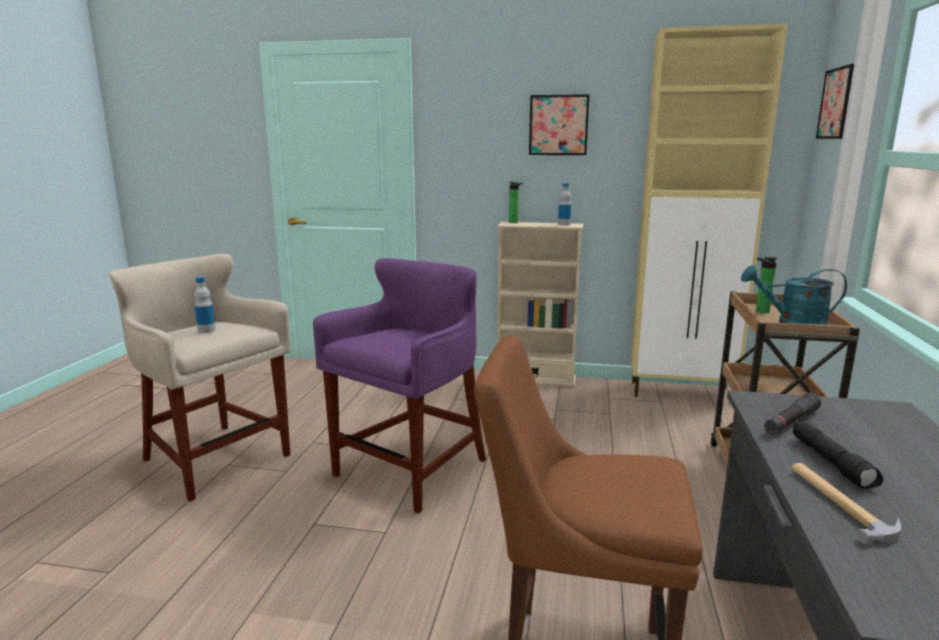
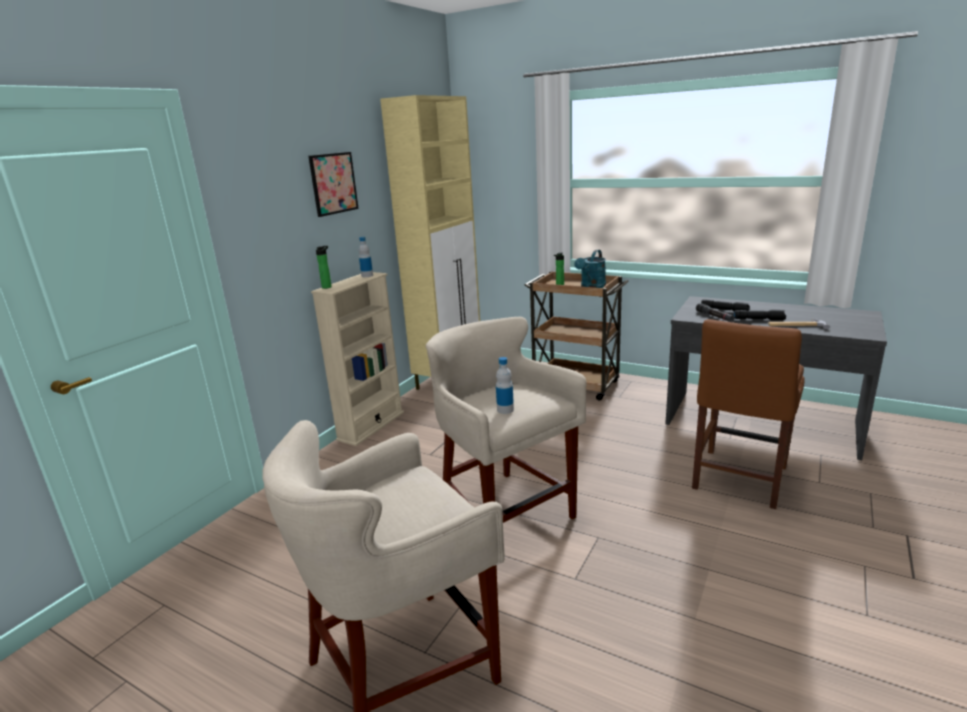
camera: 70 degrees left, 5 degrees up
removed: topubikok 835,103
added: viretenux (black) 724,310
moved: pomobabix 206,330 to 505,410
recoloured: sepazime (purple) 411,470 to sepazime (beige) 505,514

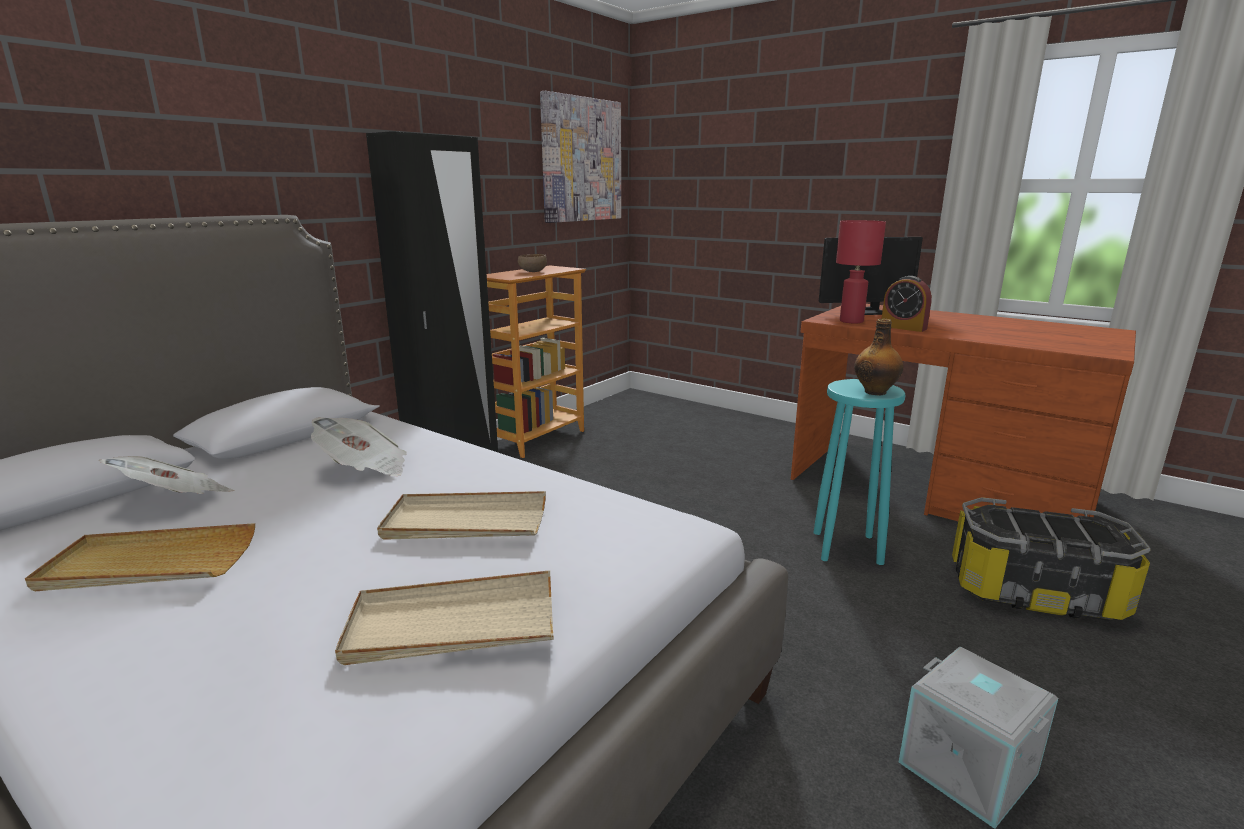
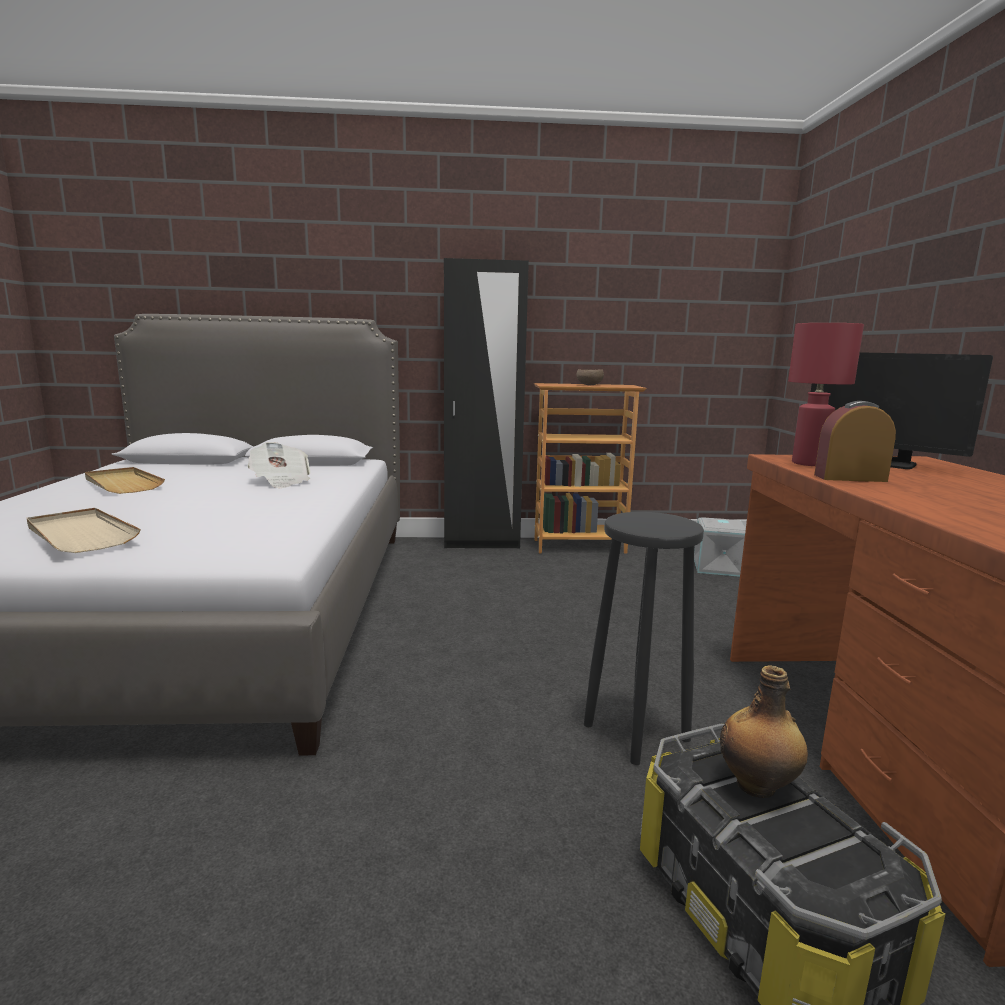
camera: 50 degrees right, 5 degrees down
removed: topubikok 581,160; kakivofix 177,500; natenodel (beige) 465,522
moved: pomobabix 875,392 to 757,786; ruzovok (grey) 969,767 to 719,567
recoloured: sepazime (turquoise) 846,547 to sepazime (black) 635,731
turned: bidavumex 903,327 = 850,478 90 degrees clockwise

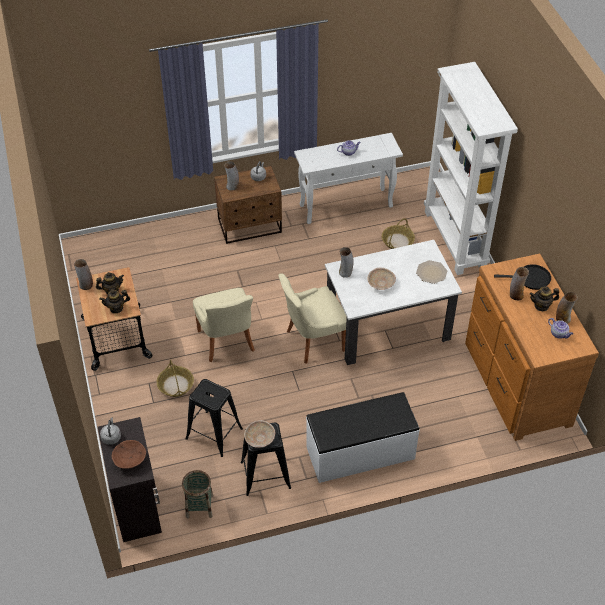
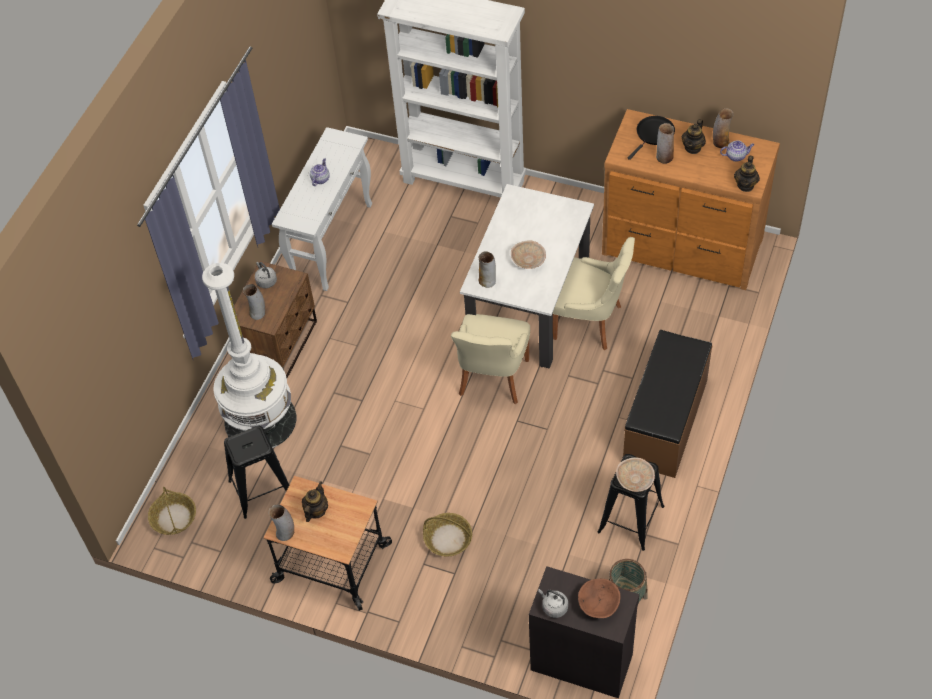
camera: 50 degrees left, 5 degrees up
removed: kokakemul 431,272
added: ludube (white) 260,420
moved: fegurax 397,241 to 173,518; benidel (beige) 227,342 to 590,322; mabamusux 116,308 to 745,185; sepazime (black) 214,434 to 262,489
recoloured: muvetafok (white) 360,453 to muvetafok (brown) 666,421

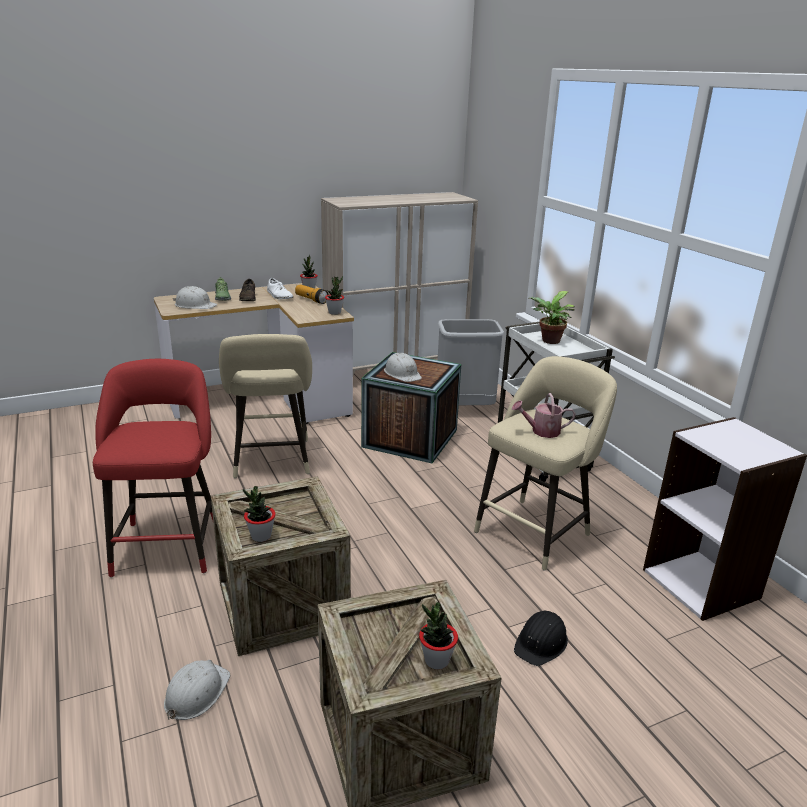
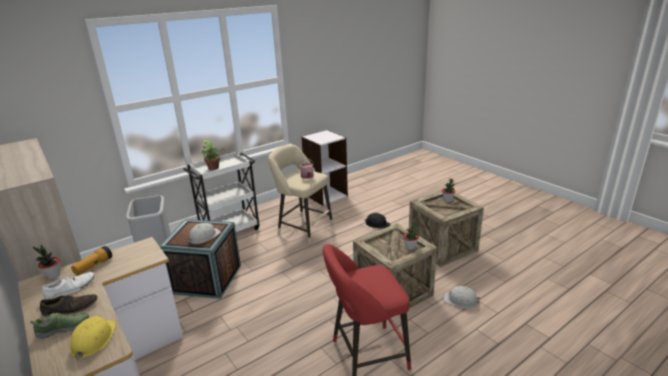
camera: 100 degrees left, 0 degrees up
removed: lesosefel 334,312; sepazime (beige) 272,461
recoloured: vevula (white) 195,305 to vevula (yellow) 93,339

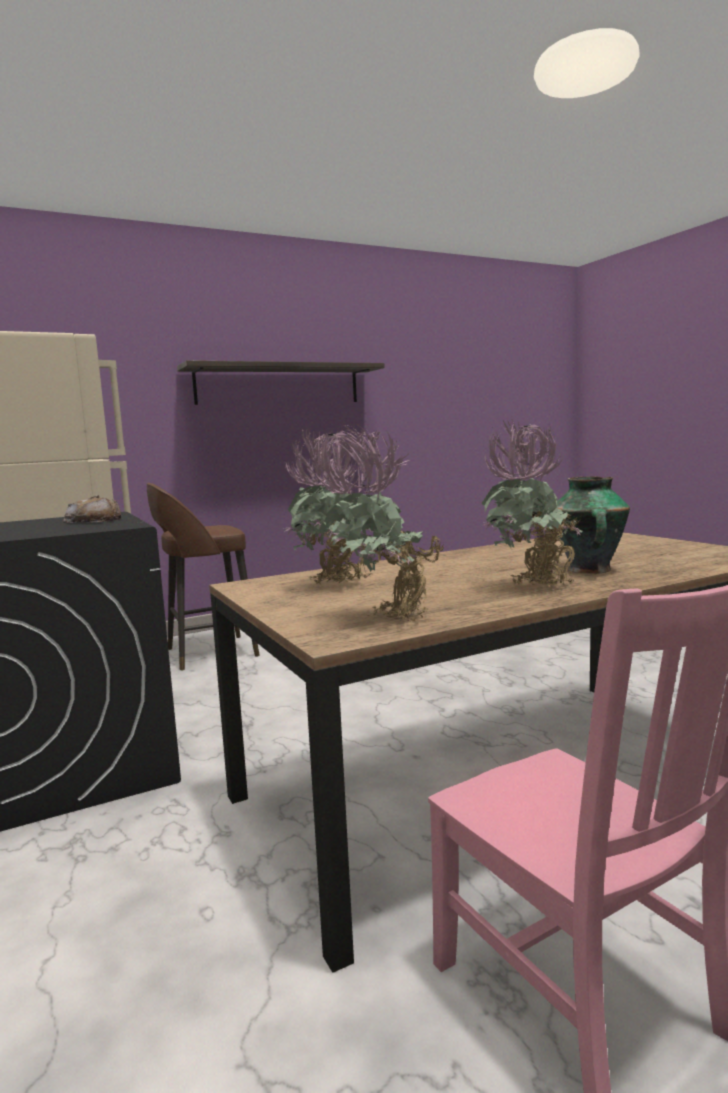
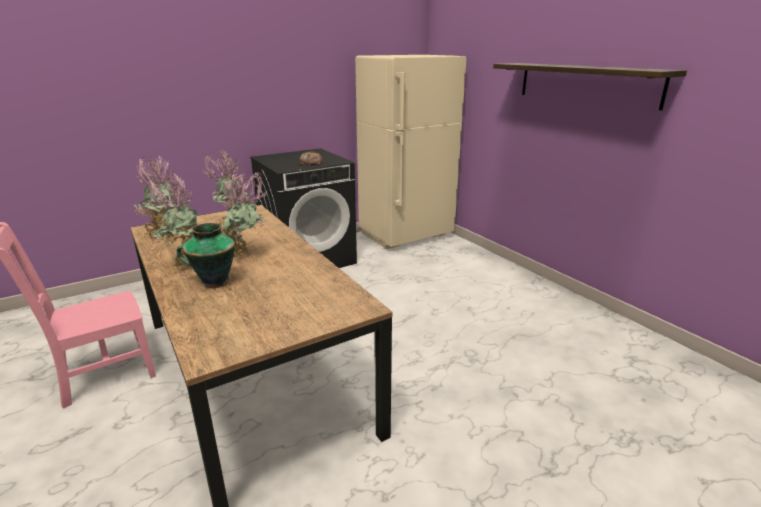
camera: 85 degrees right, 15 degrees up
removed: sepazime (brown) 208,653
added: lesosefel 247,254

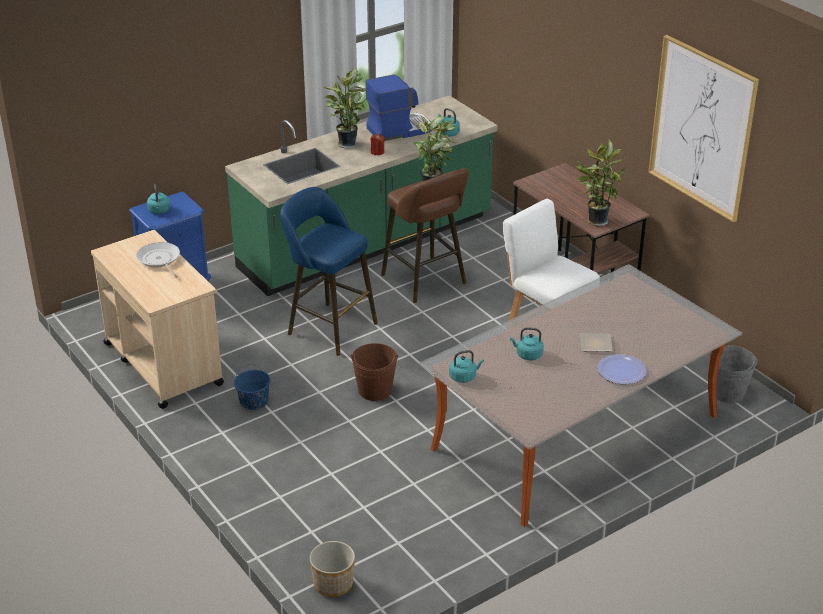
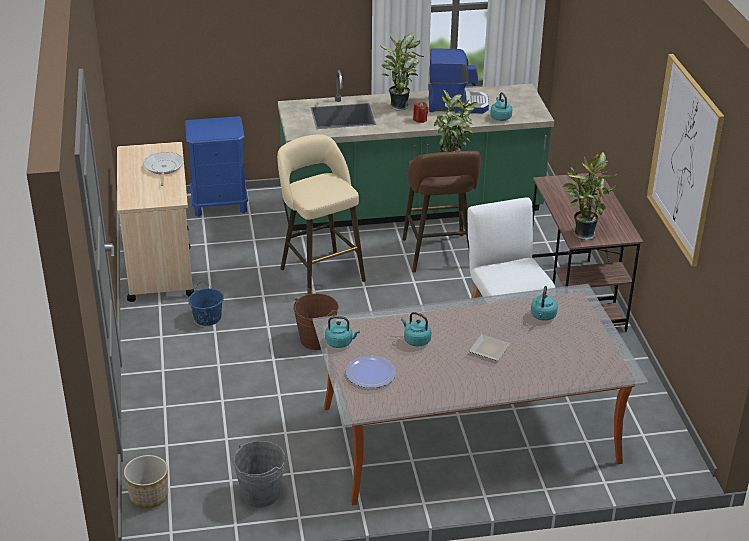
camera: 25 degrees right, 0 degrees up
moved: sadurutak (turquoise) 159,211 to 543,316; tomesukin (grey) 727,392 to 261,493; kokakemul 621,371 to 370,373
recoloured: sepazime (blue) 328,327 to sepazime (beige) 320,272

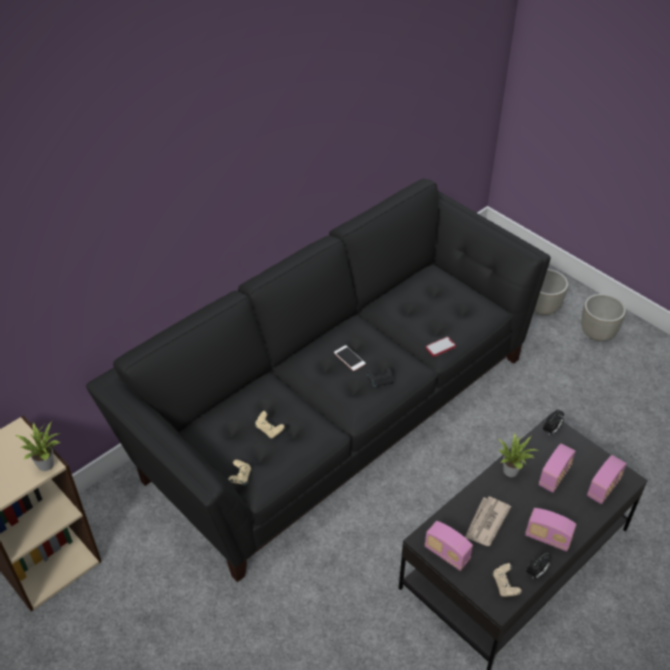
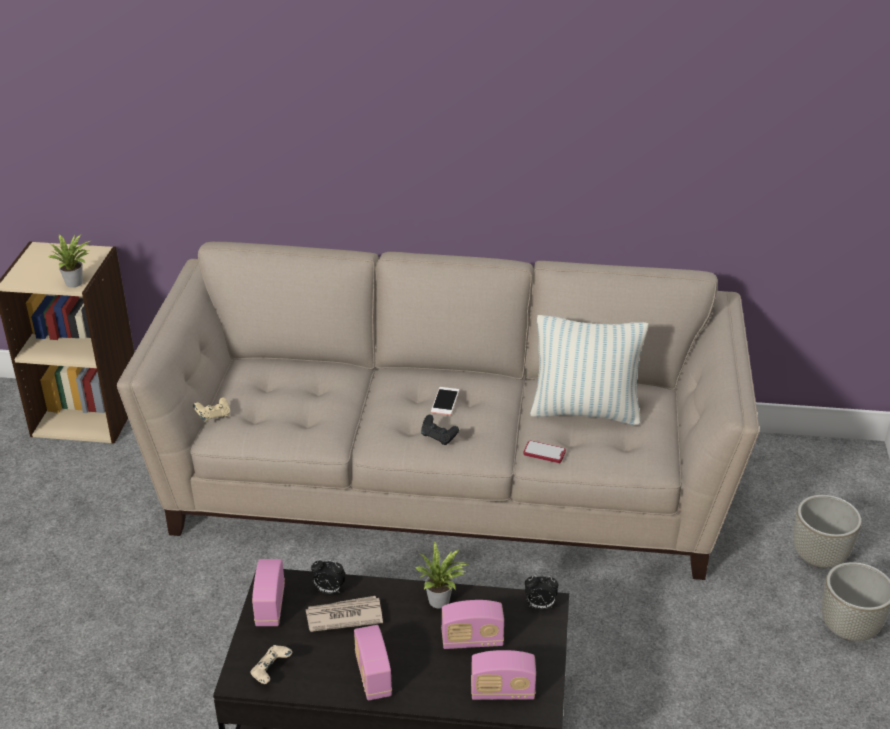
camera: 50 degrees right, 10 degrees down
removed: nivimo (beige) 269,430
added: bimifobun 585,411
moved: bidavumex 536,573 to 329,590
recoloured: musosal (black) 334,410 to musosal (beige) 446,481

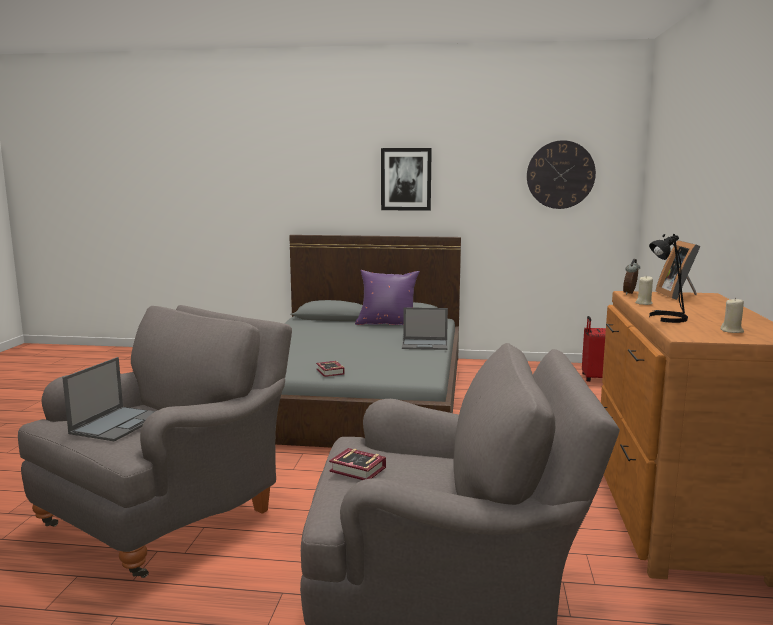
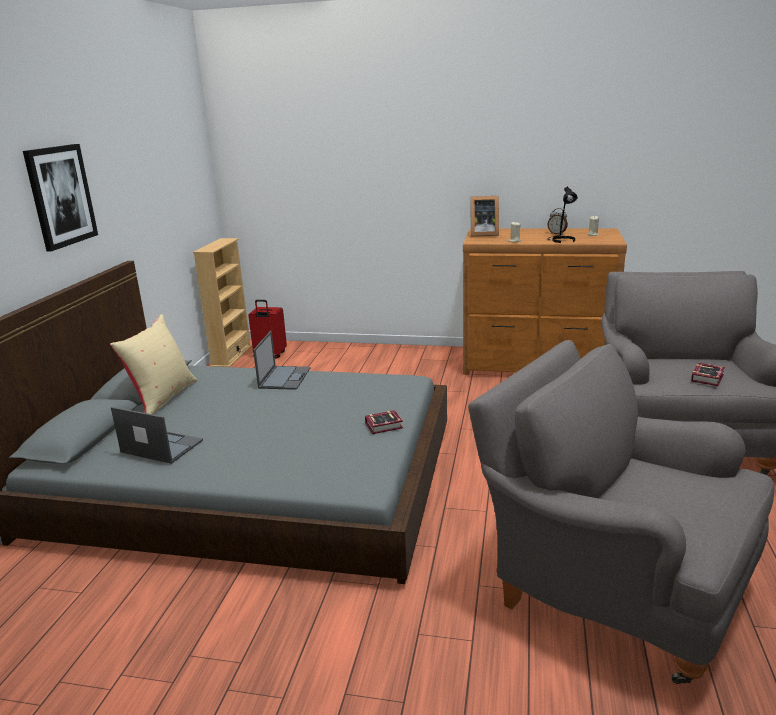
camera: 85 degrees left, 10 degrees up
removed: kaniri 560,174
added: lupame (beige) 231,356
moved: bidavumex 630,293 to 557,233; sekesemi 118,423 to 161,446
recoloured: bimifobun (purple) 387,324 to bimifobun (beige) 163,398

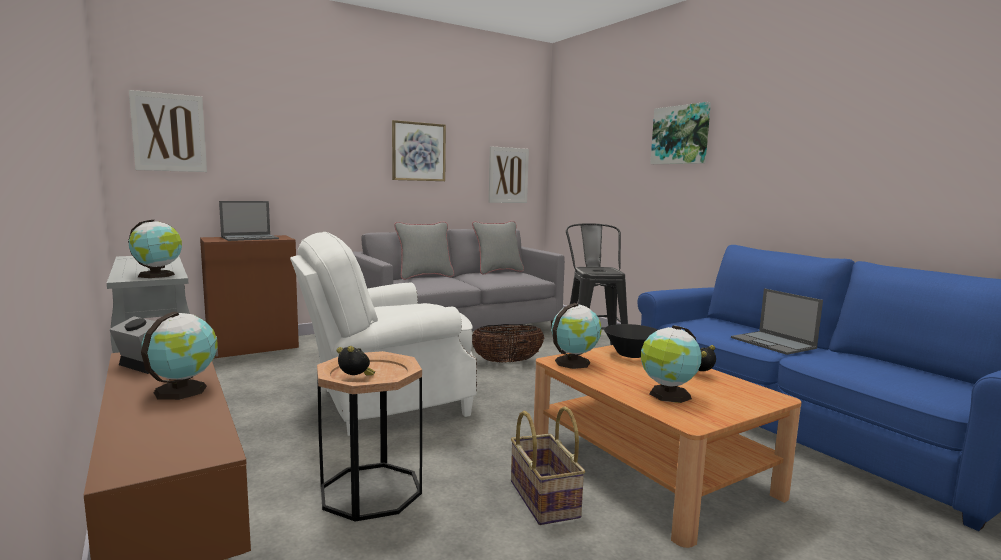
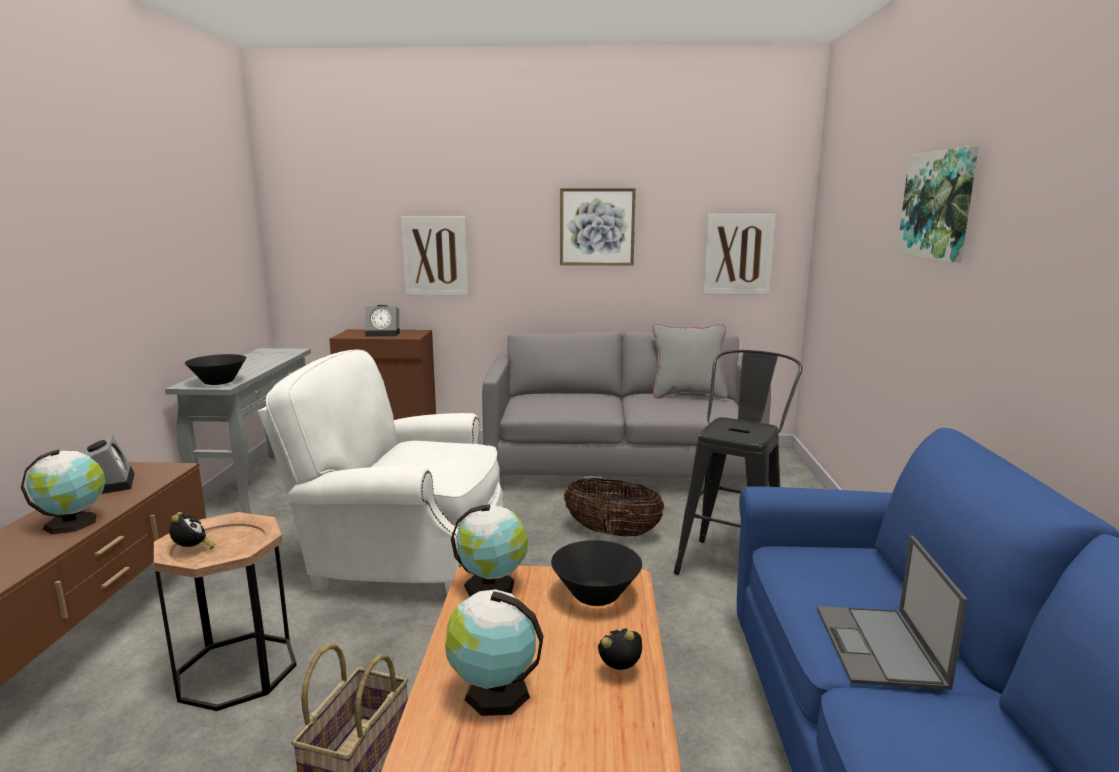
camera: 35 degrees right, 5 degrees up
removed: bimifobun (grey) 424,276
moved: topubikok 169,132 to 435,256
replaced: sekesemi 250,238 to bidavumex 384,334; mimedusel 158,275 to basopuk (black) 219,382

